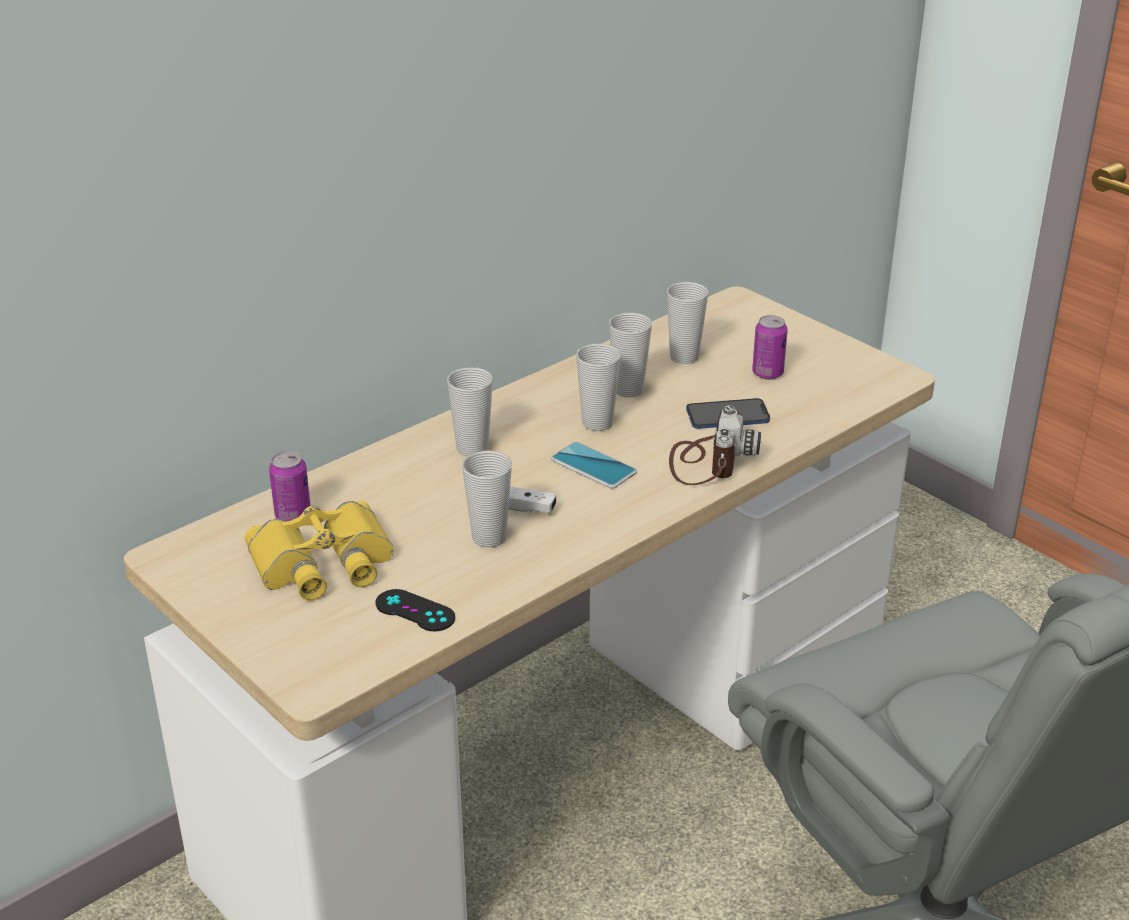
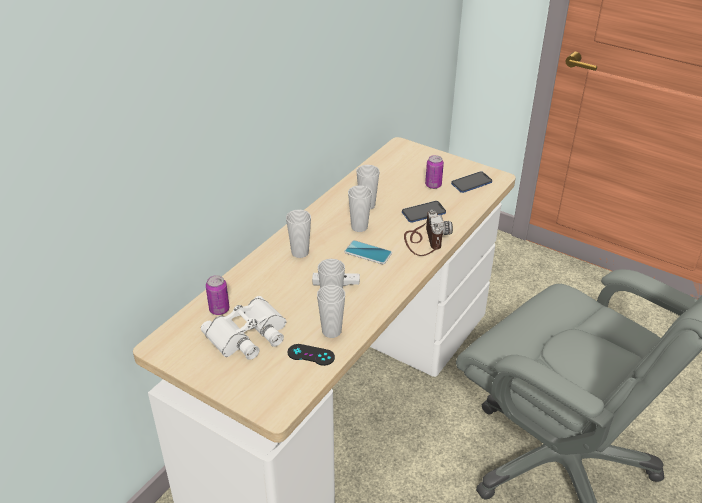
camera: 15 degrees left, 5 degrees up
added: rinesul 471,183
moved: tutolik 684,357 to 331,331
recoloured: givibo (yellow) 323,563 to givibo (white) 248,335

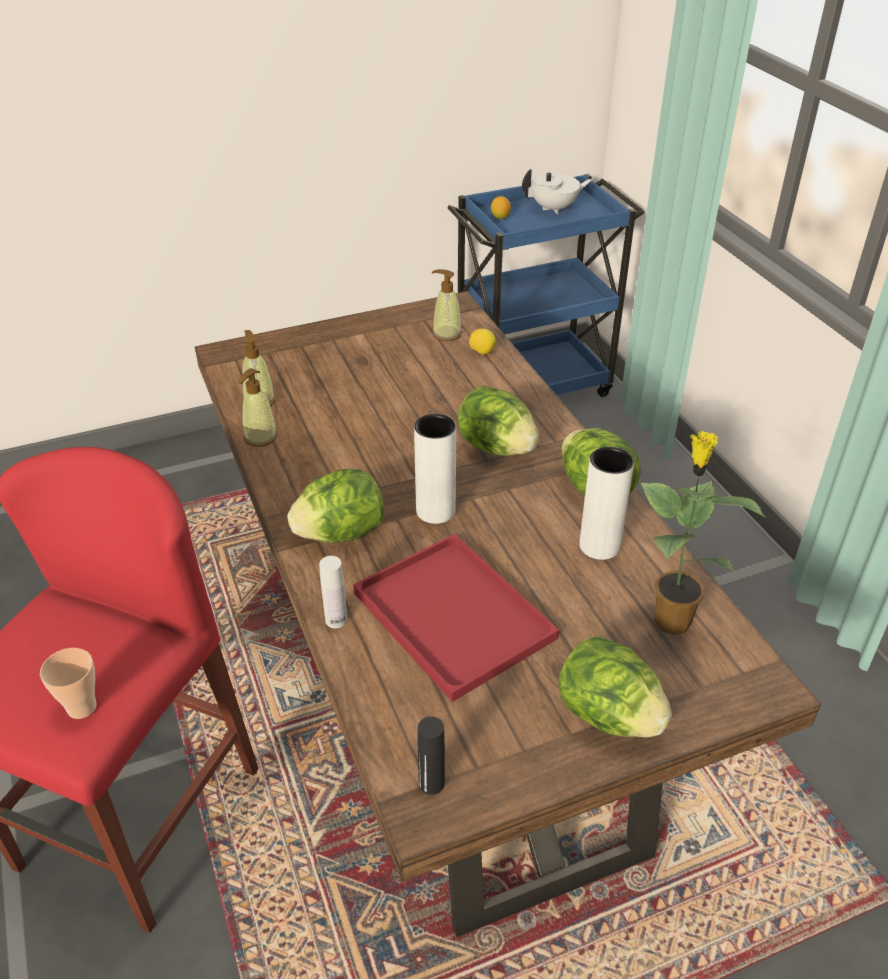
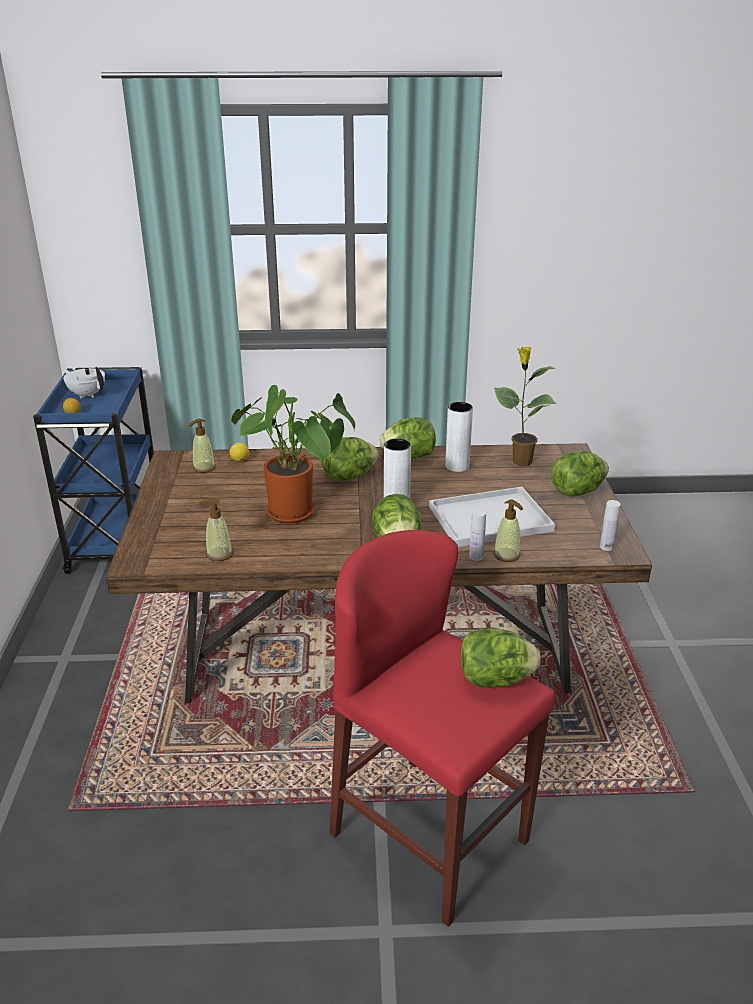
camera: 70 degrees left, 10 degrees down
added: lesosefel 297,513
moved: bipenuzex 260,437 to 507,555
replaced: tutolik 82,707 to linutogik 495,679
recoloured: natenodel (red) 457,617 to natenodel (white) 492,517; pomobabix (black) 431,783 to pomobabix (white) 606,547
turned: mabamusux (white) 554,208 = 87,395 60 degrees counterclockwise

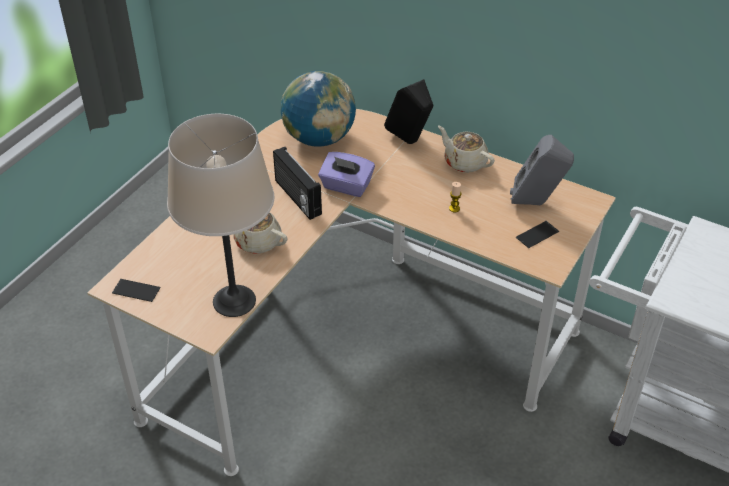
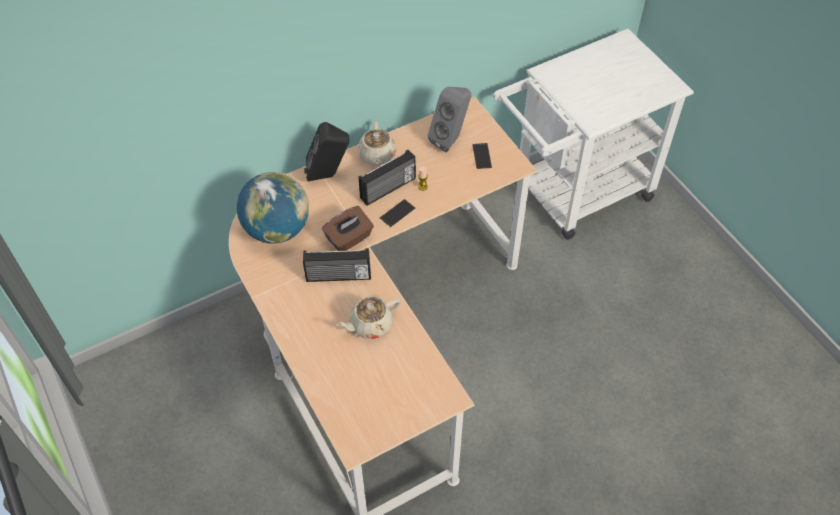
camera: 60 degrees left, 10 degrees up
removed: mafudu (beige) 234,301
added: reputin 388,189
moved: rinesul 136,290 to 397,213
recoloured: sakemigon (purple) 346,186 to sakemigon (brown) 349,239
turned: mabamusux (beige) 464,162 = 377,155 75 degrees counterclockwise

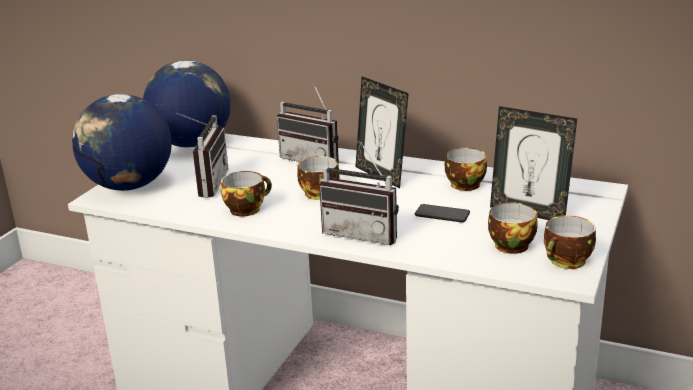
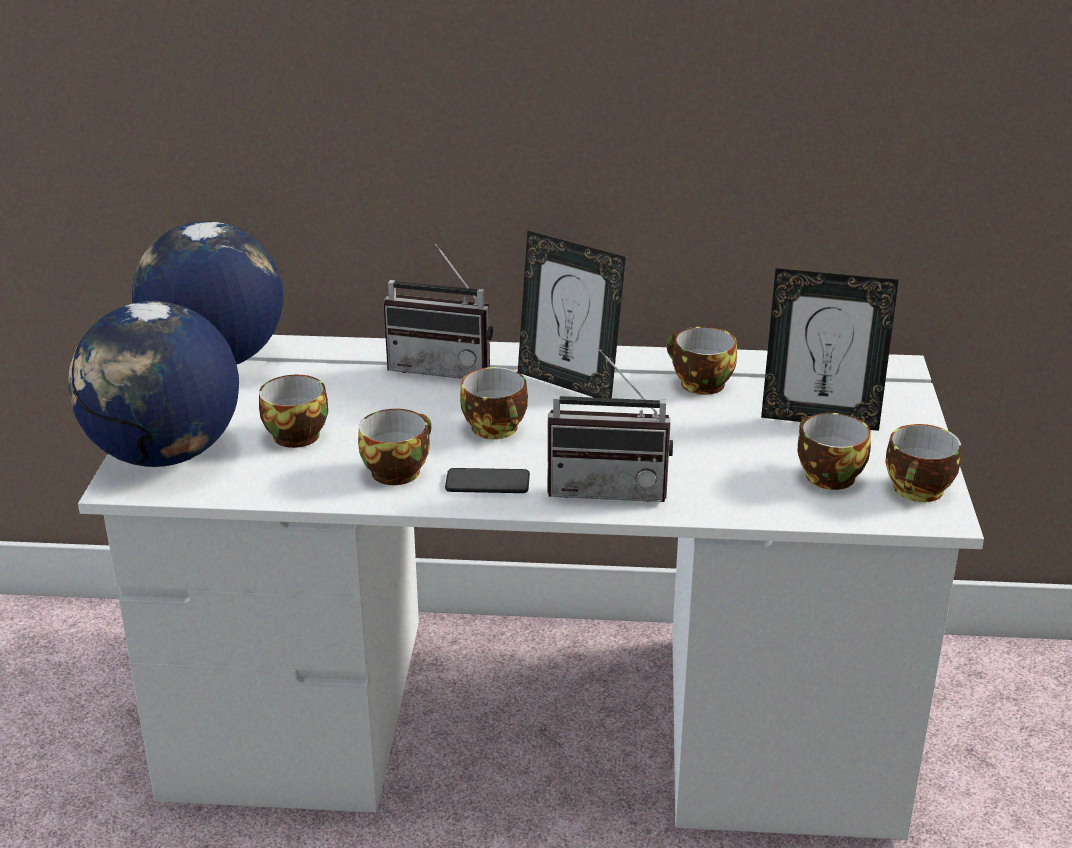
camera: 20 degrees left, 5 degrees up
moved: rinesul 442,214 to 487,483
replaced: reputin 205,184 to tutolik 296,434

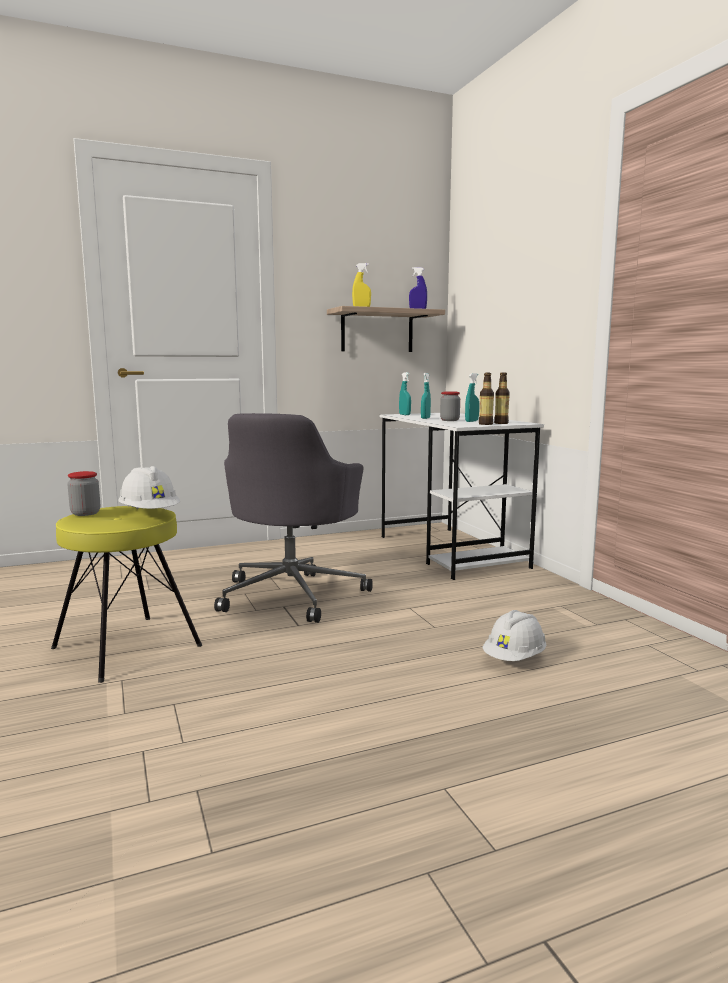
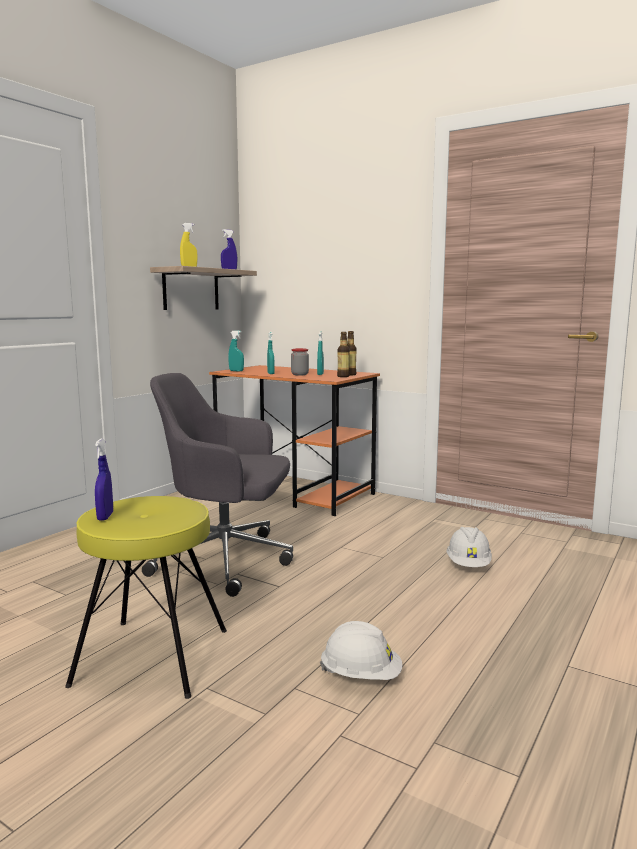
camera: 35 degrees left, 0 degrees up
moved: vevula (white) 150,514 to 361,676
replaced: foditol 85,513 to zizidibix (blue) 105,517
recoloured: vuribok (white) 451,551 to vuribok (orange) 295,492
turned: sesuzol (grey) 293,594 = 227,560 120 degrees clockwise

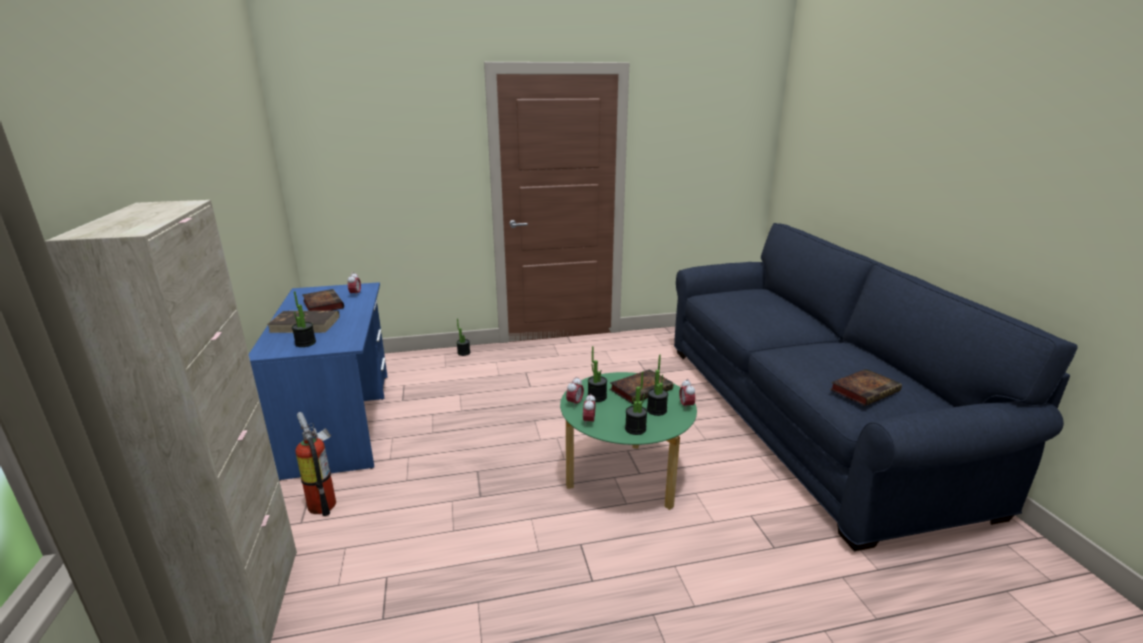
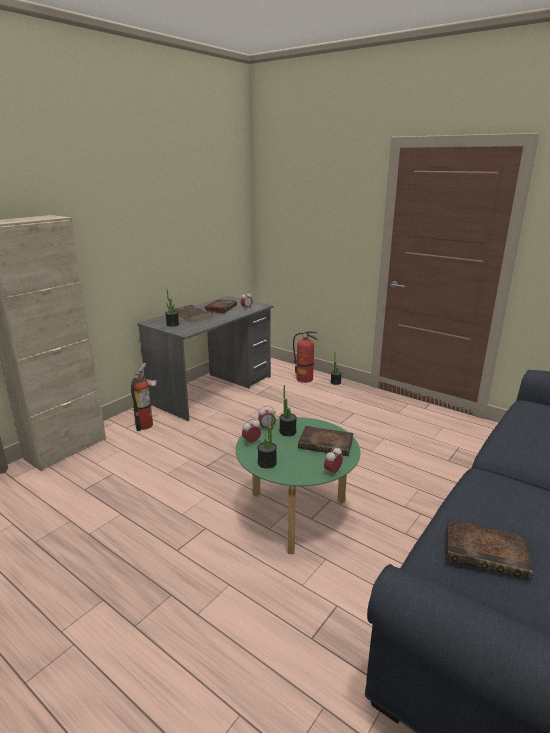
camera: 50 degrees right, 0 degrees up
removed: lesosefel 656,410
added: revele 304,379
recoloured: vuribok (blue) 340,421 to vuribok (grey) 212,390

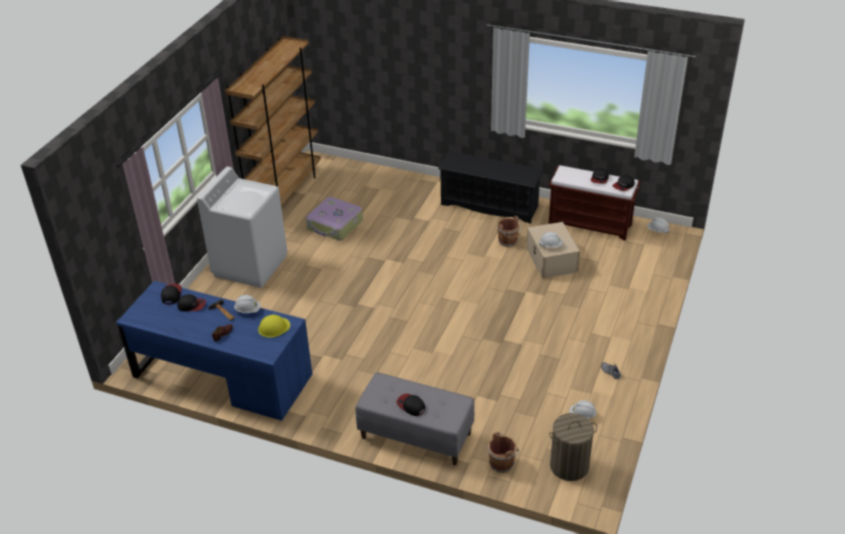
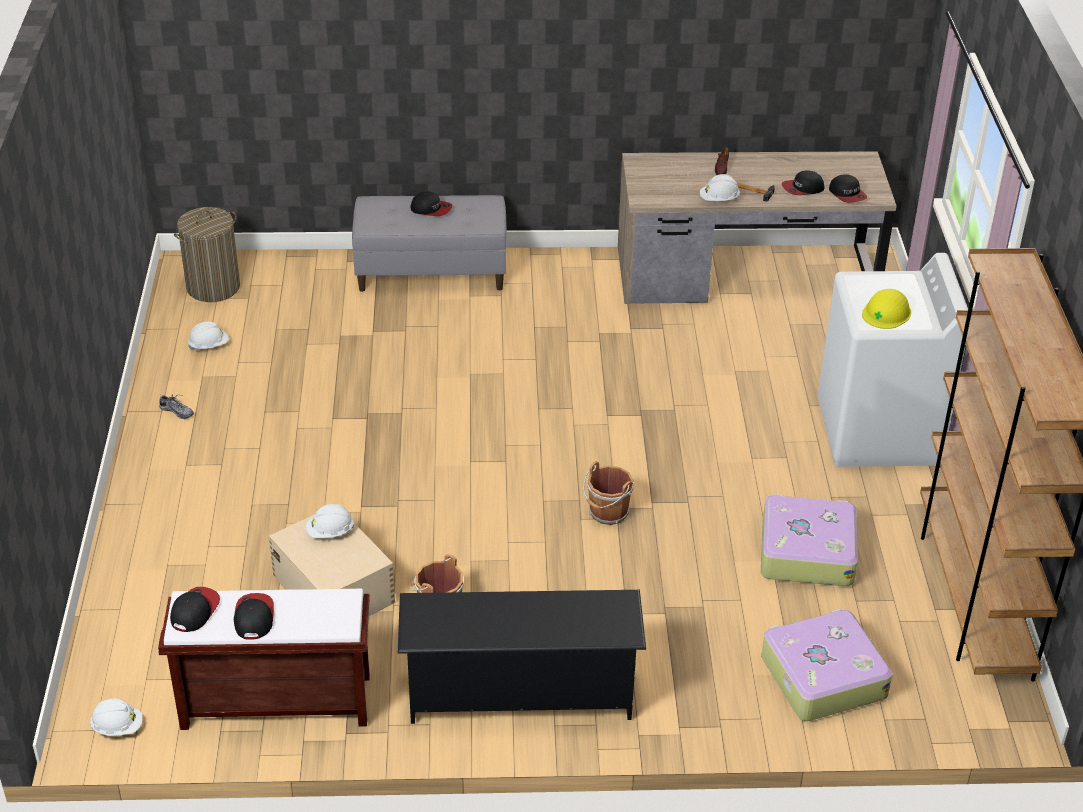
camera: 155 degrees right, 0 degrees up
added: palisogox 822,676
moved: vevula (yellow) 274,327 to 886,313; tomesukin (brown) 502,463 to 607,513
recoloured: vuribok (blue) 222,376 to vuribok (brown) 746,275

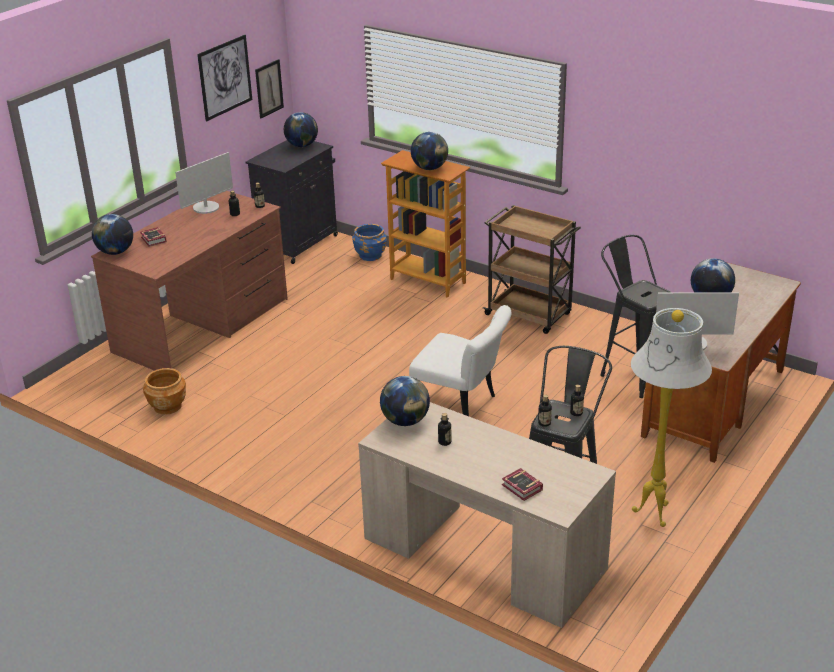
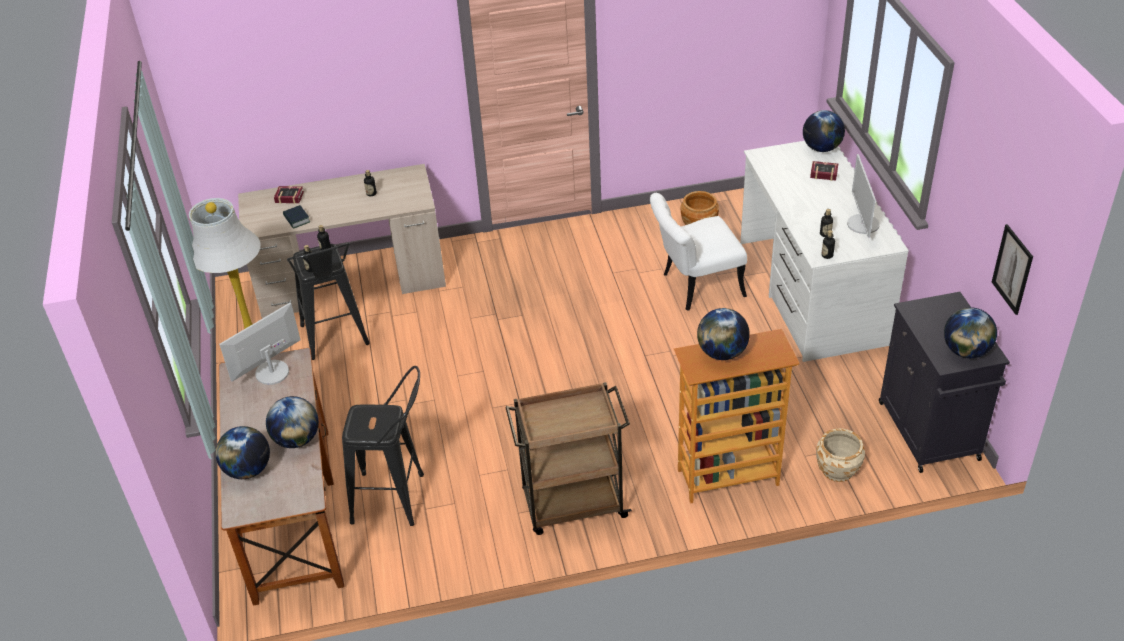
camera: 135 degrees right, 10 degrees up
removed: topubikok 225,77
added: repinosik 297,219
moved: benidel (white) 461,406 to 695,287; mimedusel 405,421 to 248,470
recoloured: vuribok (brown) 202,325 to vuribok (white) 811,292; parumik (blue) 370,255 to parumik (beige) 837,469

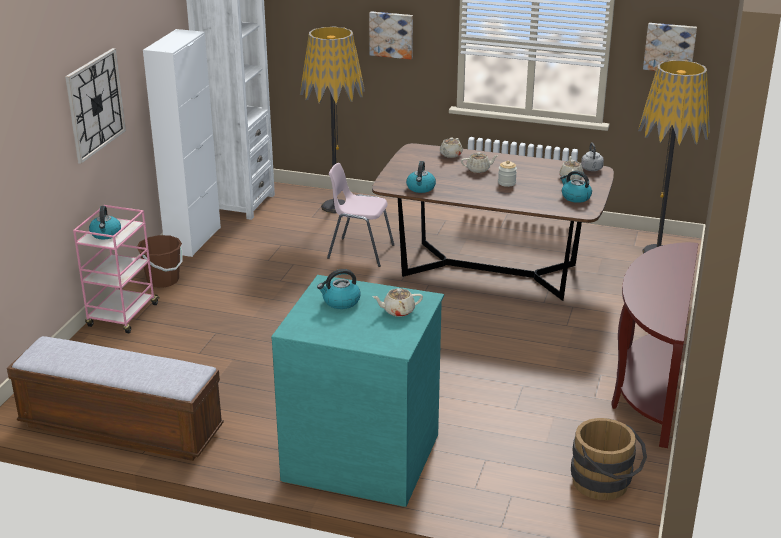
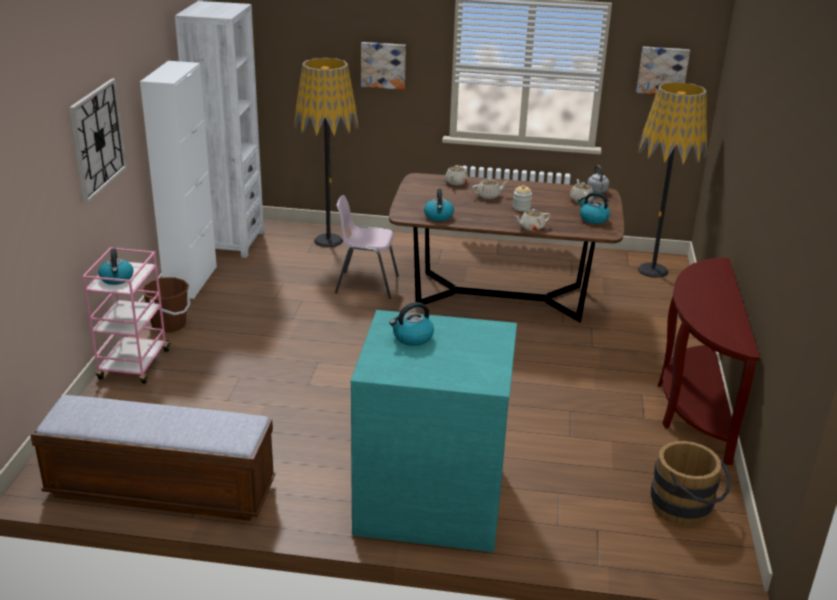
camera: 10 degrees left, 0 degrees up
moved: mabamusux (beige) 398,311 to 531,227

